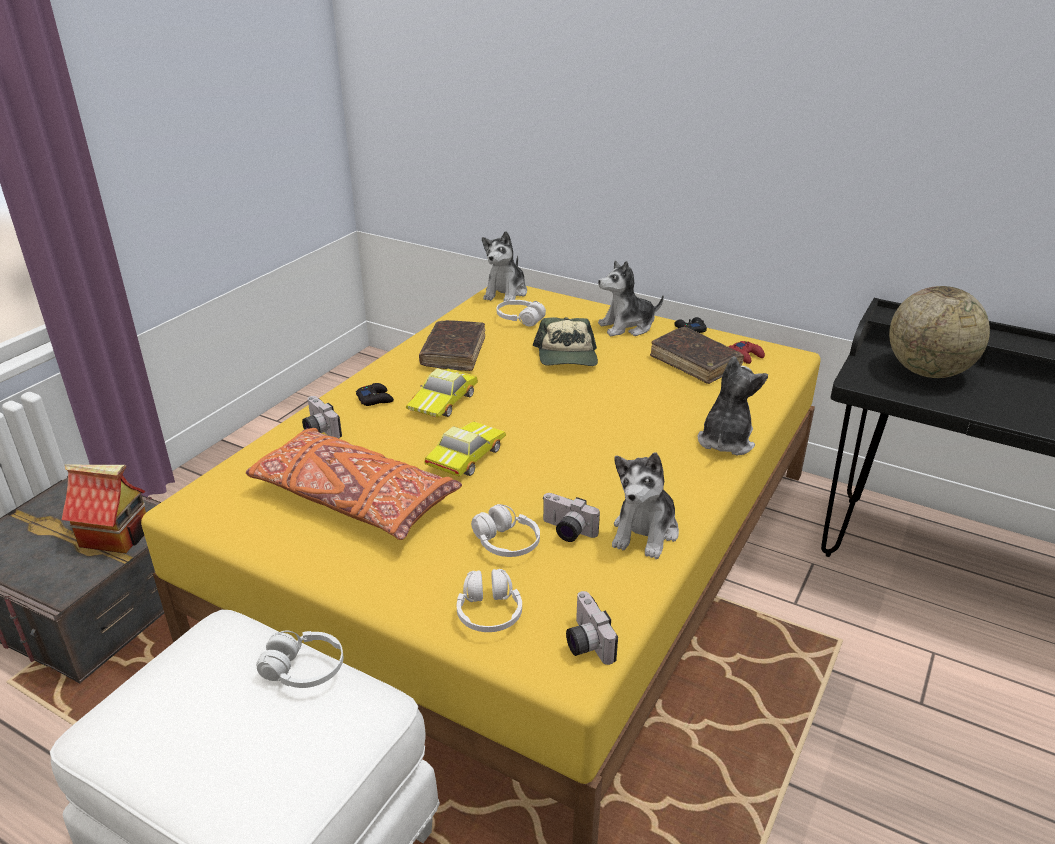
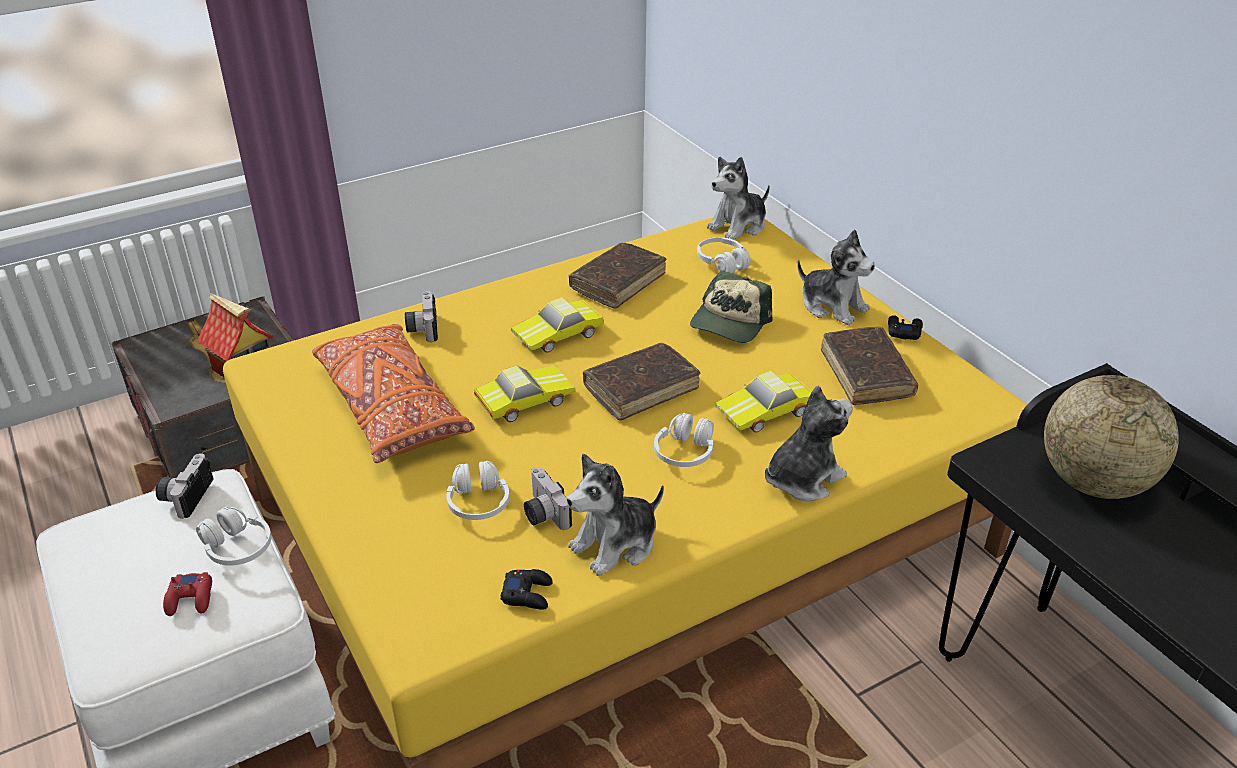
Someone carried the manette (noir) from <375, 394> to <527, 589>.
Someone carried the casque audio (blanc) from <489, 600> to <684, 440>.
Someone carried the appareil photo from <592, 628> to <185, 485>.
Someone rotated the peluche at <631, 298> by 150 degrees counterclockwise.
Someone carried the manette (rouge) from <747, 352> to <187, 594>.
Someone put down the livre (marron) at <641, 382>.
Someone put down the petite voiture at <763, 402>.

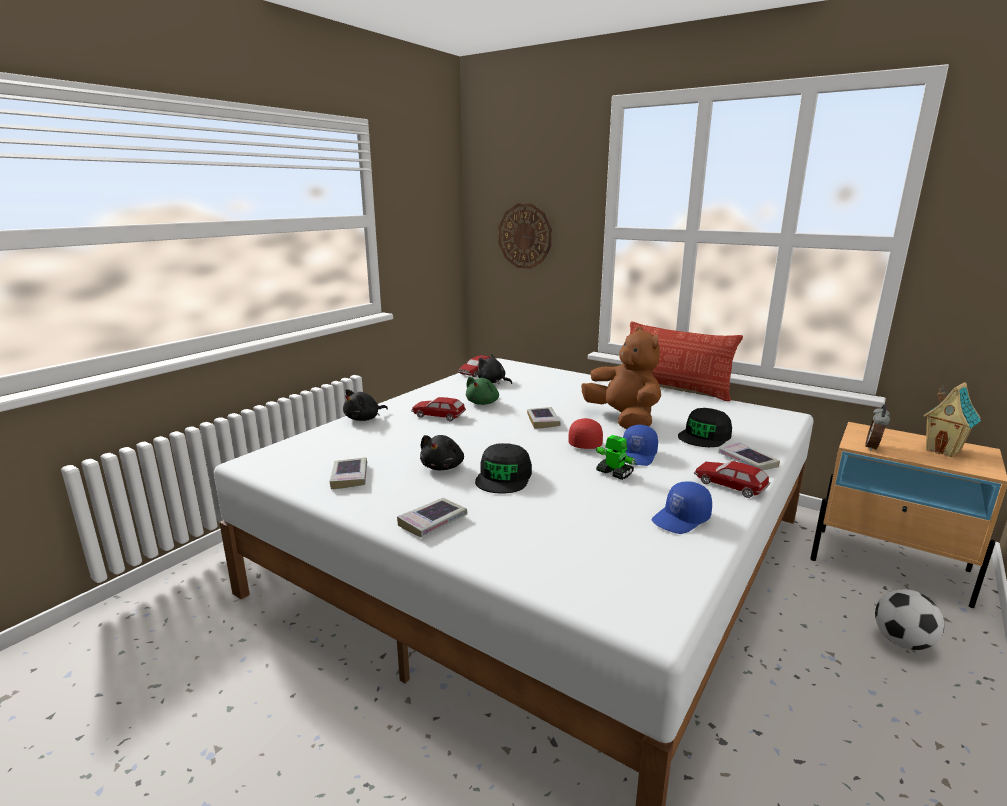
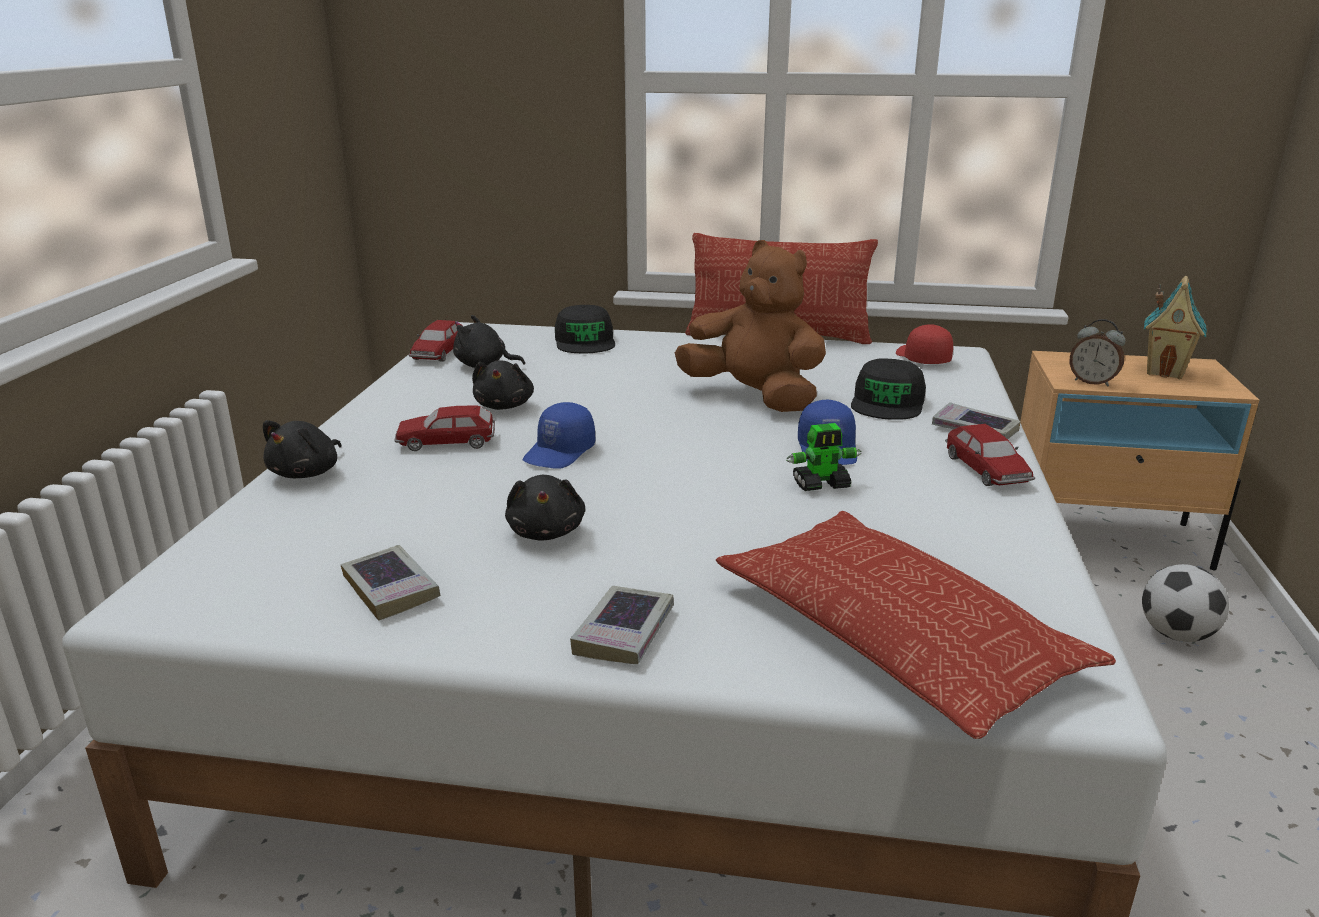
Someone repainted the peluche (vert) at <482, 391>, which became the peluche (noir) at <503, 385>.
Someone carried the casquette (noir) from <503, 468> to <585, 329>.
Someone took away the horloge murale at <525, 236>.
Someone took away the livre at <544, 418>.
Someone carried the casquette (rouge) from <585, 433> to <924, 344>.
Someone rotated the robot jouet at <616, 457> by 150 degrees clockwise.
Someone carried the casquette (bleu) from <682, 507> to <559, 435>.
Someone rotated the petite voiture at <732, 479> by 120 degrees counterclockwise.
Someone rotated the réveil at <877, 427> by 60 degrees counterclockwise.
Someone put down the coussin at <916, 625>.

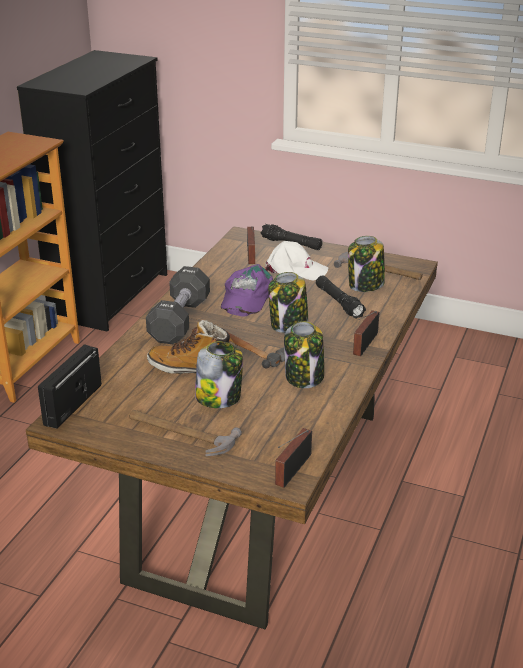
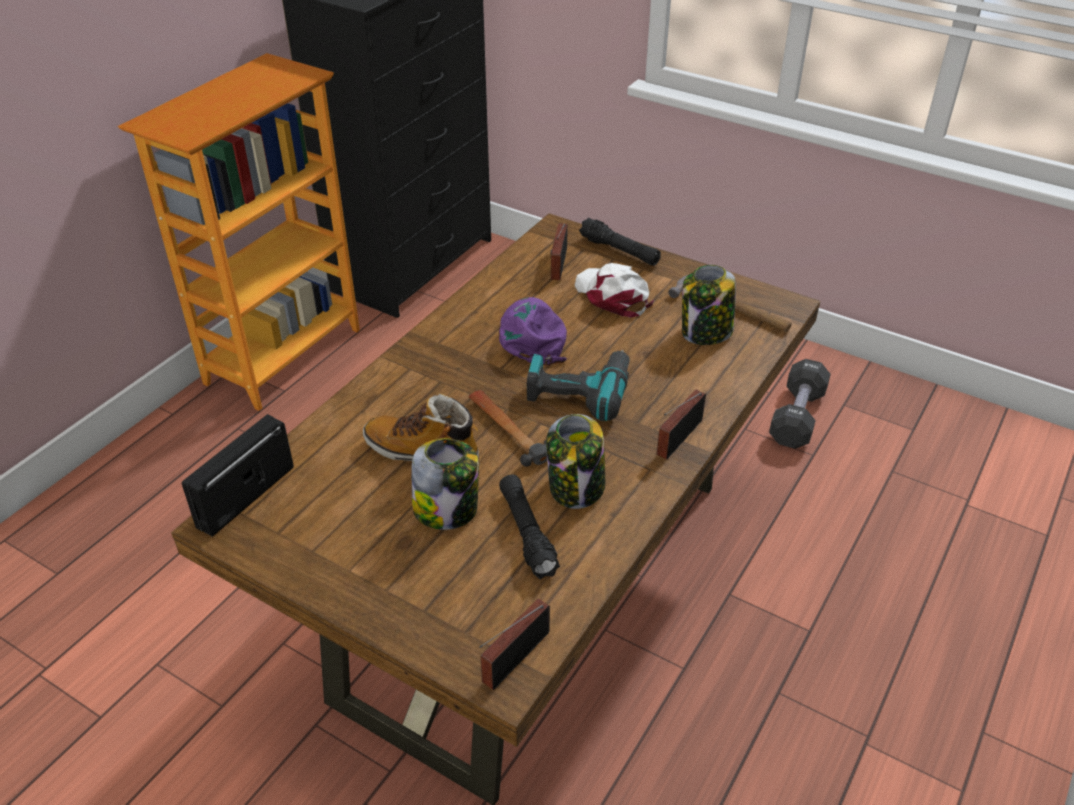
Someone took away the marteau at <185, 433>.
Someone carried the haltère (noir) from <178, 305> to <800, 404>.
Someone rotated the casquette (violet) at <247, 290> by 150 degrees clockwise.
Someone rotated the casquette (blanc) at <296, 261> by 150 degrees counterclockwise.
Someone swapped the bocal at <288, 302> for the perceuse at <578, 385>.
Someone carried the lampe de poche (noir) from <341, 297> to <529, 527>.

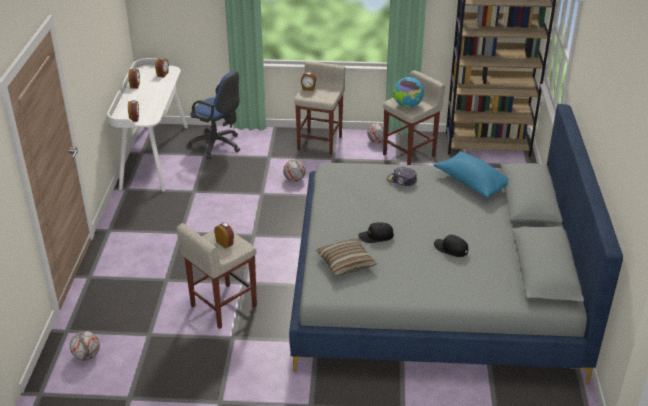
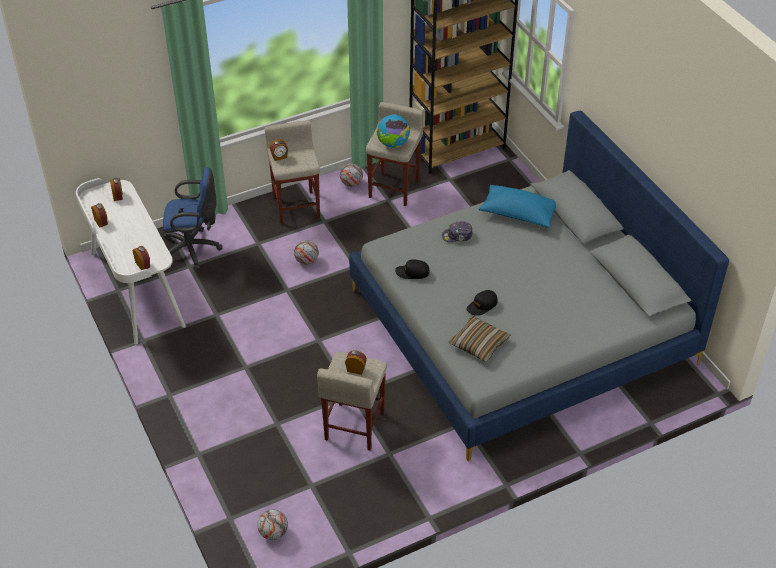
Someone carried the casquette (noir) from <451, 246> to <412, 269>.

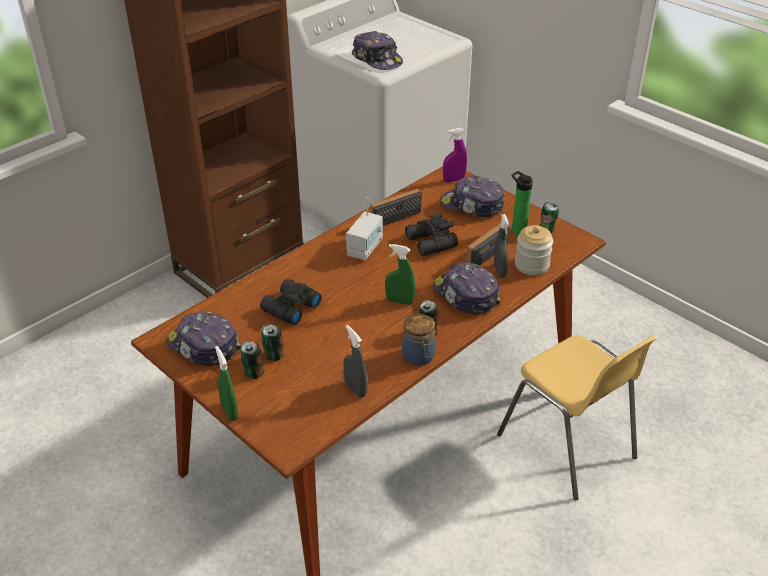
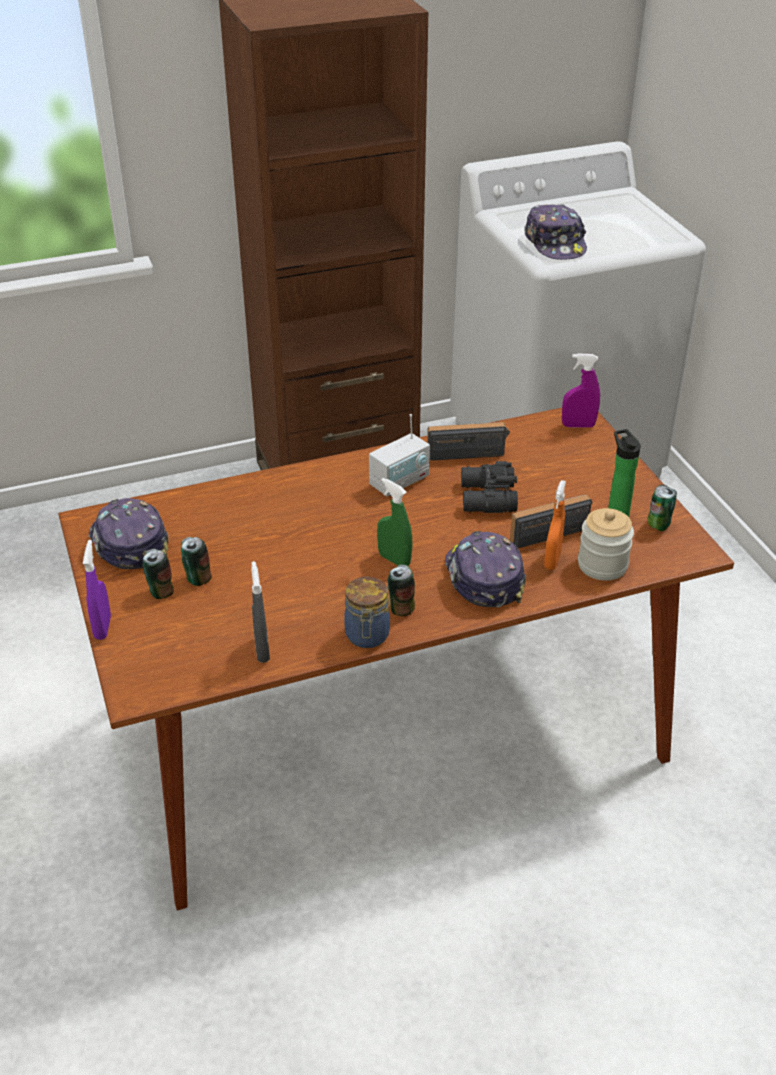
Someone repainted the vaporisateur (vert) at <226, 383>, which became the vaporisateur (violet) at <97, 590>.
Someone took away the jumelles (noir) at <291, 302>.
Someone took away the casquette at <472, 196>.
Someone repainted the vaporisateur (gris) at <501, 246>, which became the vaporisateur (orange) at <555, 525>.
Someone took away the chaise (jaune) at <576, 417>.

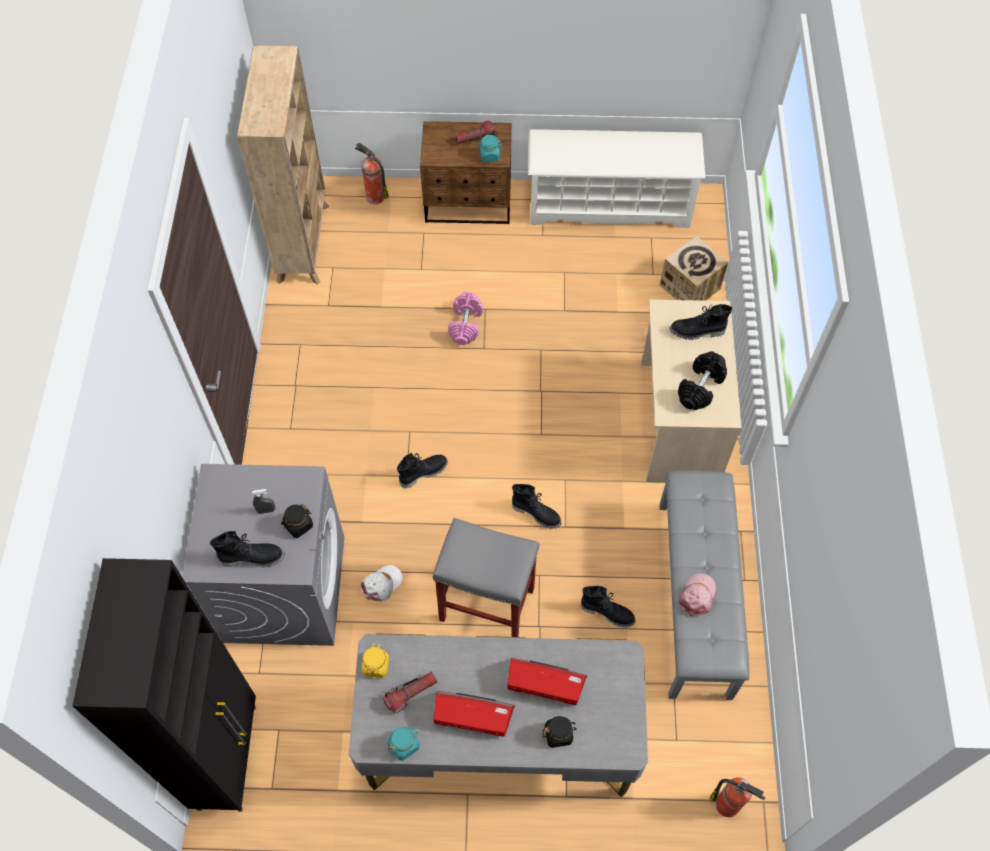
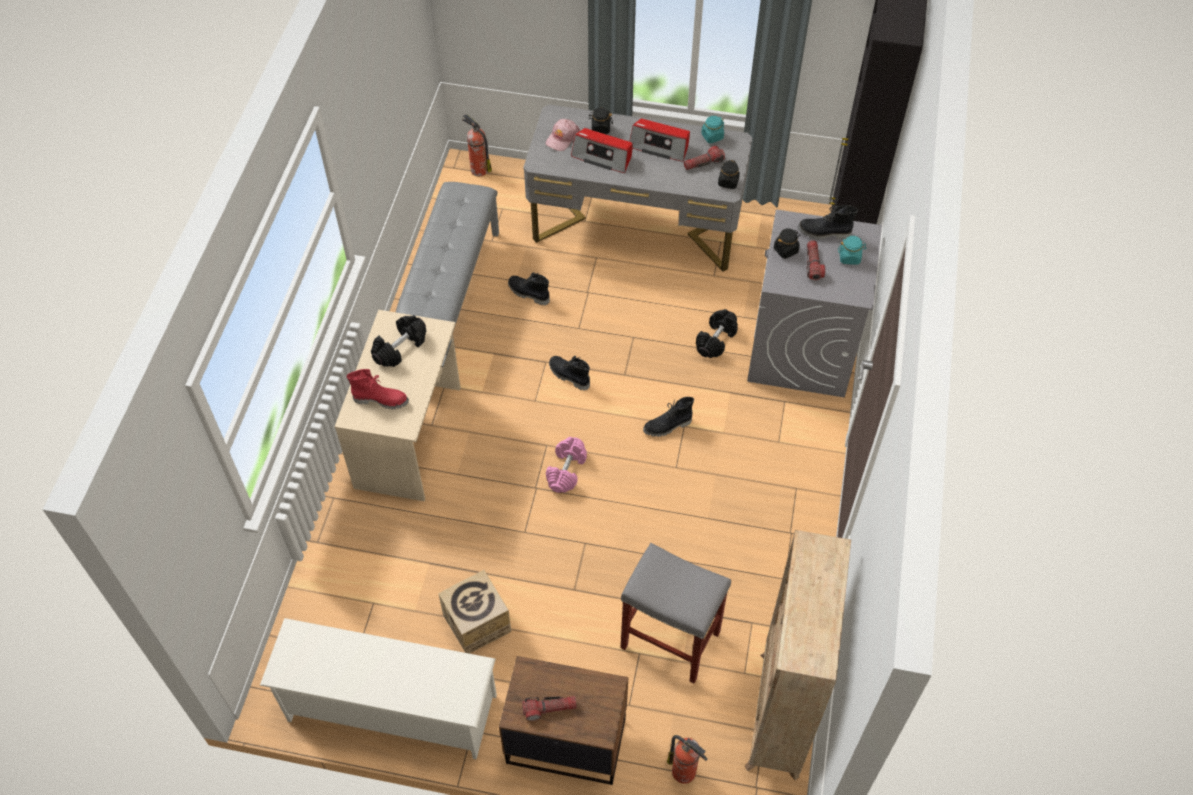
Someone swapped the vaporisateur (gris) at <263, 501> for the lampe de poche at <816, 260>.
Someone swapped the casquette (blanc) at <382, 583> for the haltère (noir) at <717, 333>.
Someone repainted the bocal (jaune) at <375, 661>, which became the bocal (noir) at <729, 174>.
Someone carried the tabouret (gris) from <486, 577> to <676, 613>.
Someone carried the haltère (rose) from <465, 318> to <566, 465>.
Someone carried the bocal (turquoise) from <489, 148> to <852, 250>.
Someone carried the carton from <694, 268> to <474, 612>.
Someone repainted the botte (noir) at <701, 322>, which became the botte (rouge) at <378, 389>.
Someone carried the casquette (rose) from <697, 594> to <563, 135>.

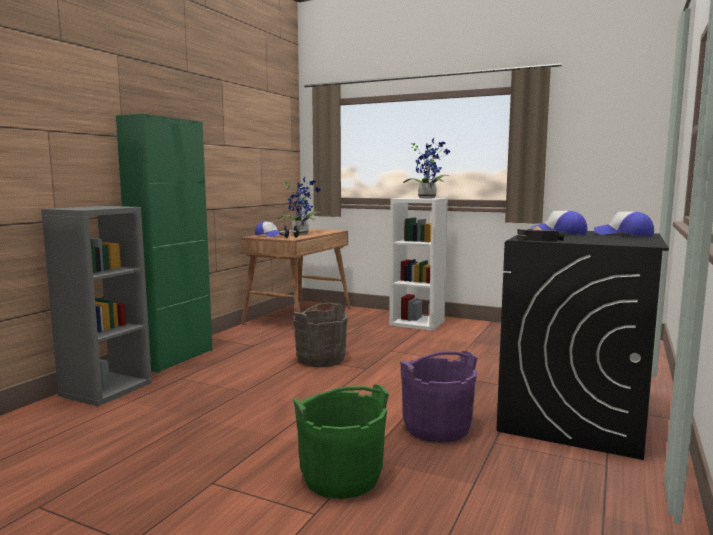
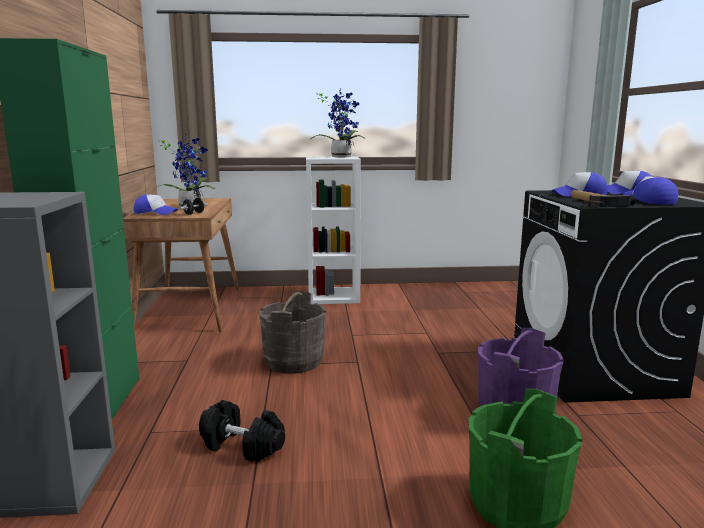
Someone put down the haltère (noir) at <242, 431>.
Someone put down the casquette at <650, 190>.

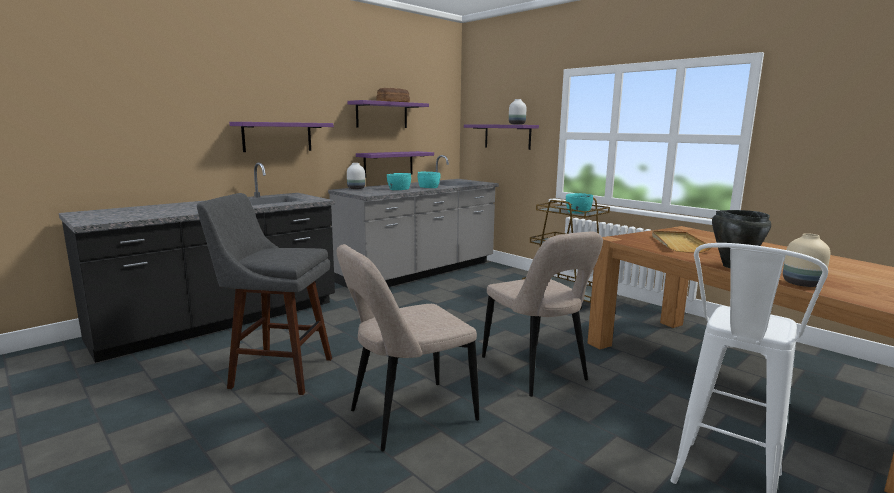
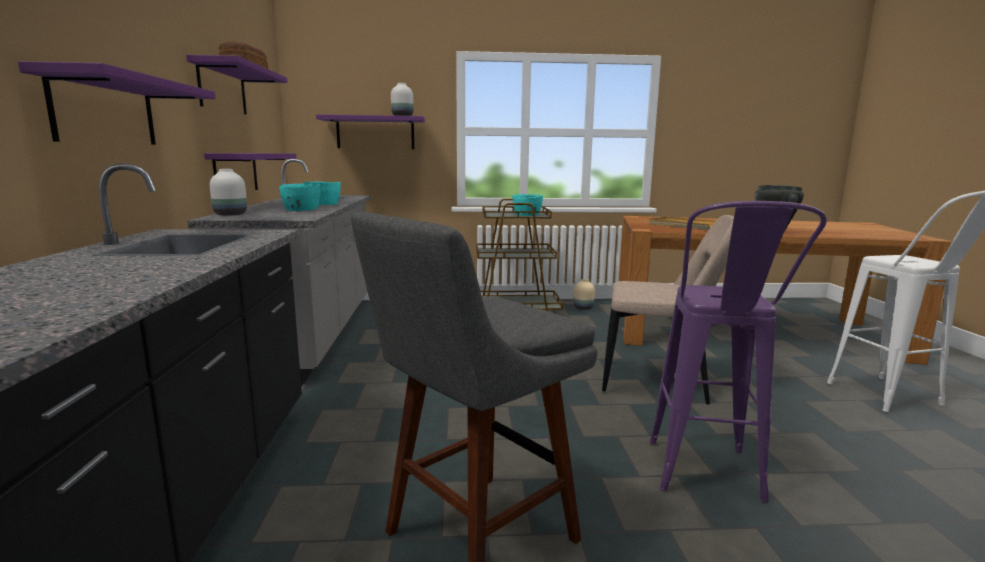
Someone swapped the chaise (beige) at <408, 347> for the tabouret (violet) at <738, 352>.
Someone carried the vase (beige) from <806, 260> to <584, 294>.

